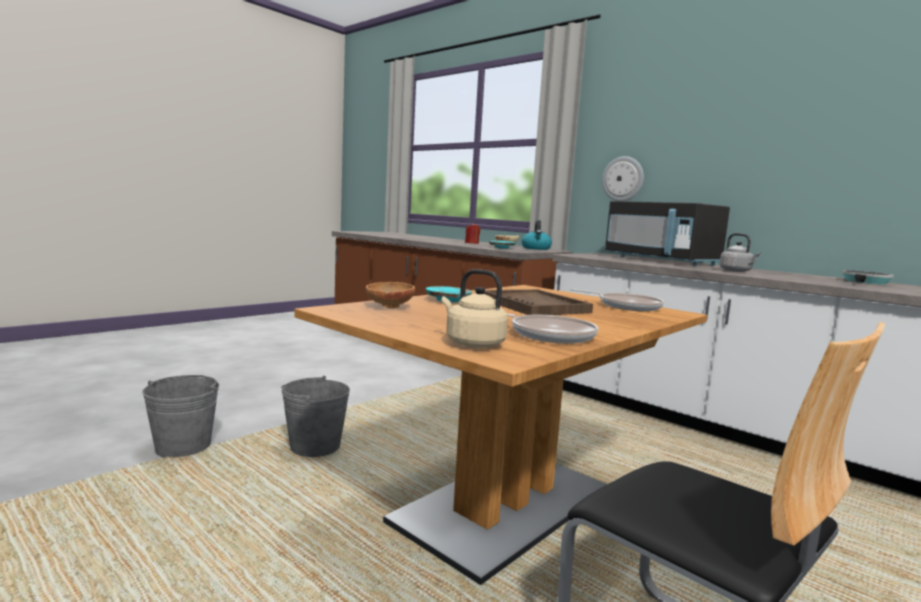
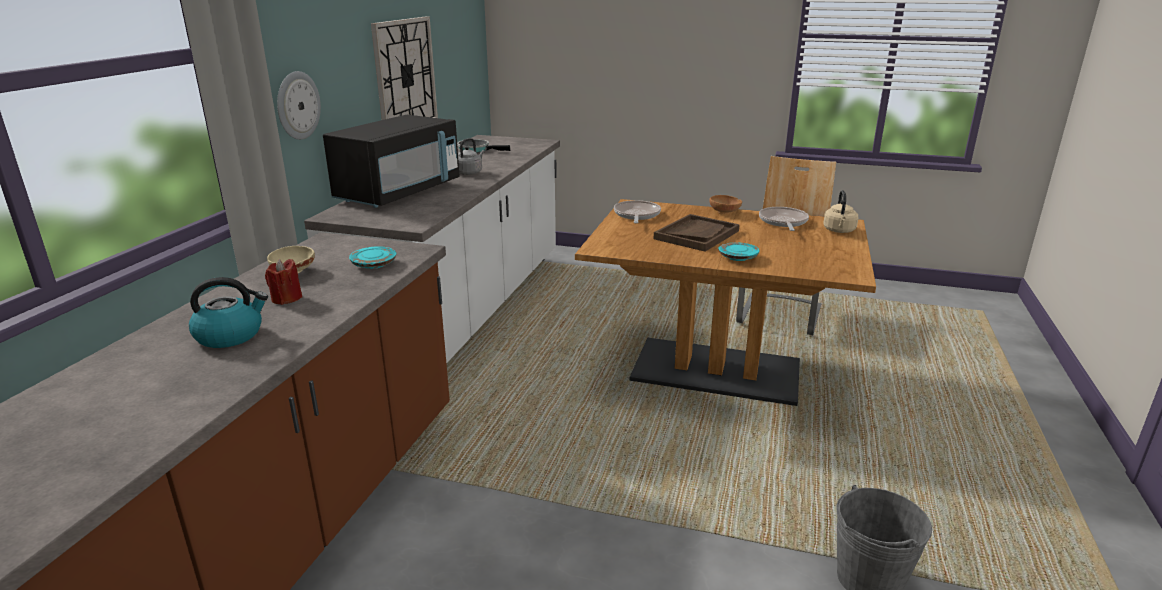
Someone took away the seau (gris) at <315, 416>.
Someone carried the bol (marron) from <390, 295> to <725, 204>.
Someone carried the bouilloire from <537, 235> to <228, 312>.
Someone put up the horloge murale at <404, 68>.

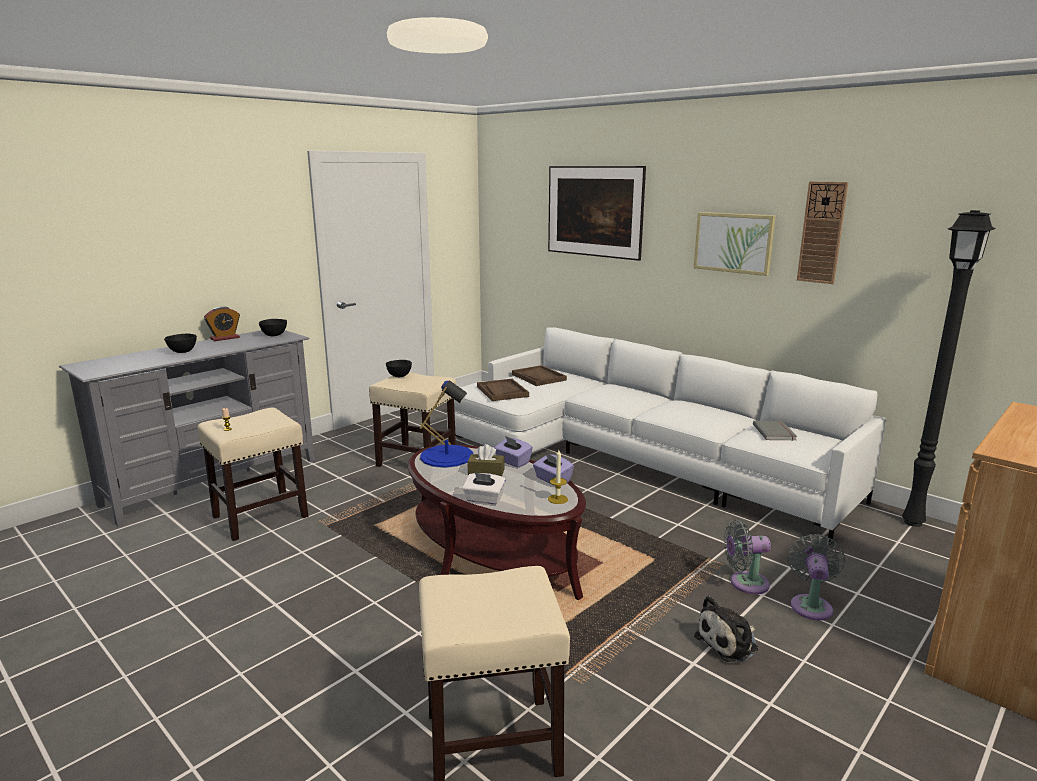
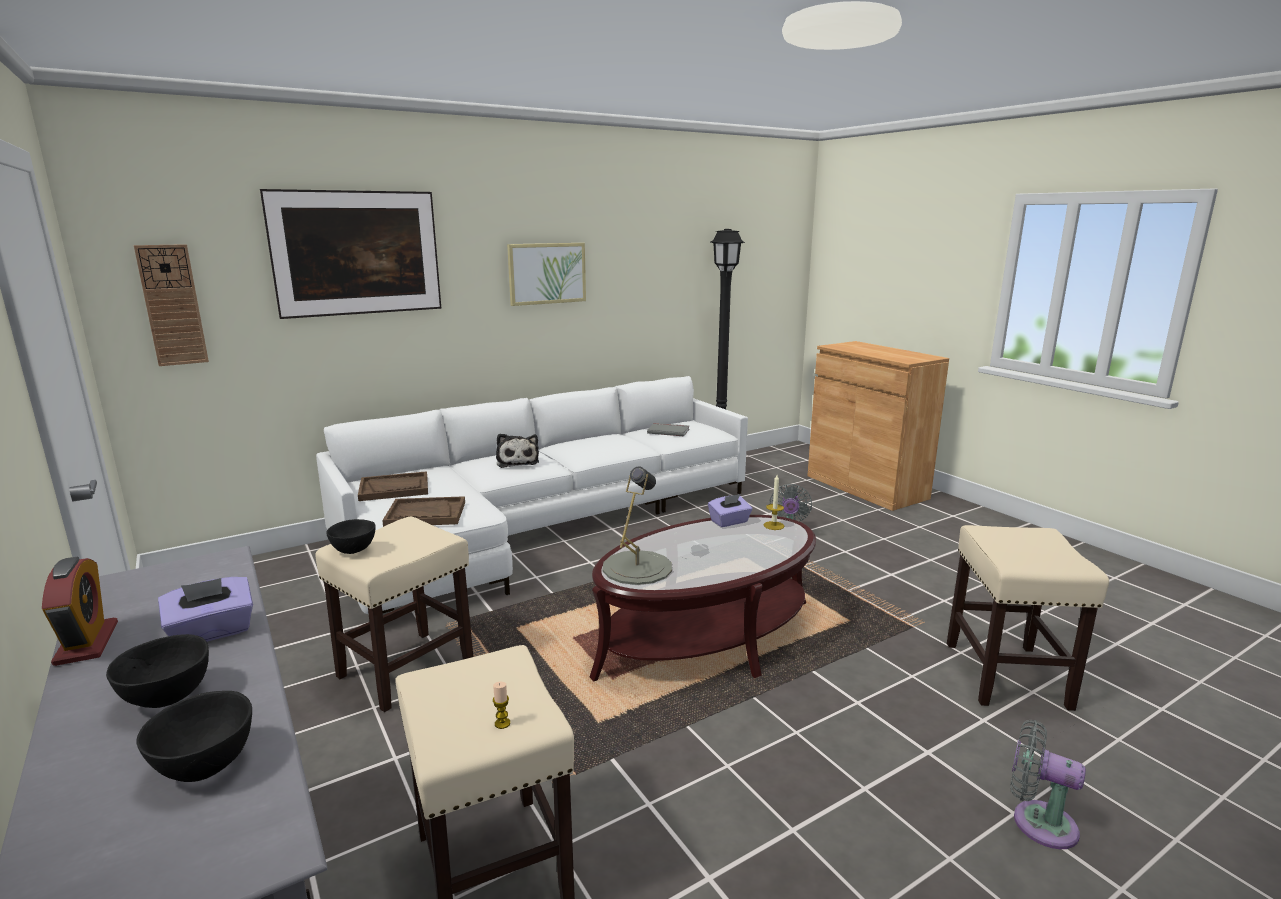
Someone carried the bol (noir) from <273, 327> to <194, 736>.
Someone repainted the lampe de table (bleu) at <446, 423>, which became the lampe de table (gris) at <637, 526>.
Someone took away the boîte à mouchoirs (blanc) at <484, 488>.
Someone took away the boîte à mouchoirs (marron) at <486, 460>.
Someone carried the boîte à mouchoirs (violet) from <513, 451> to <205, 609>.
Someone carried the peluche from <726, 629> to <517, 450>.
Someone carried the ventilateur (gris) from <816, 577> to <1048, 784>.
Someone carried the horloge murale from <822, 233> to <171, 305>.

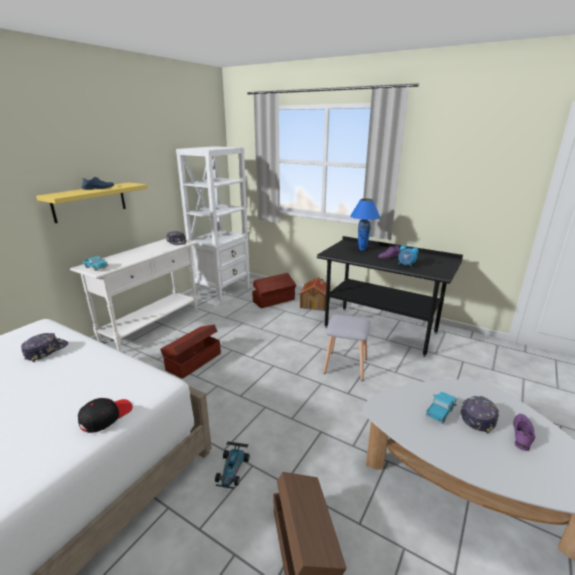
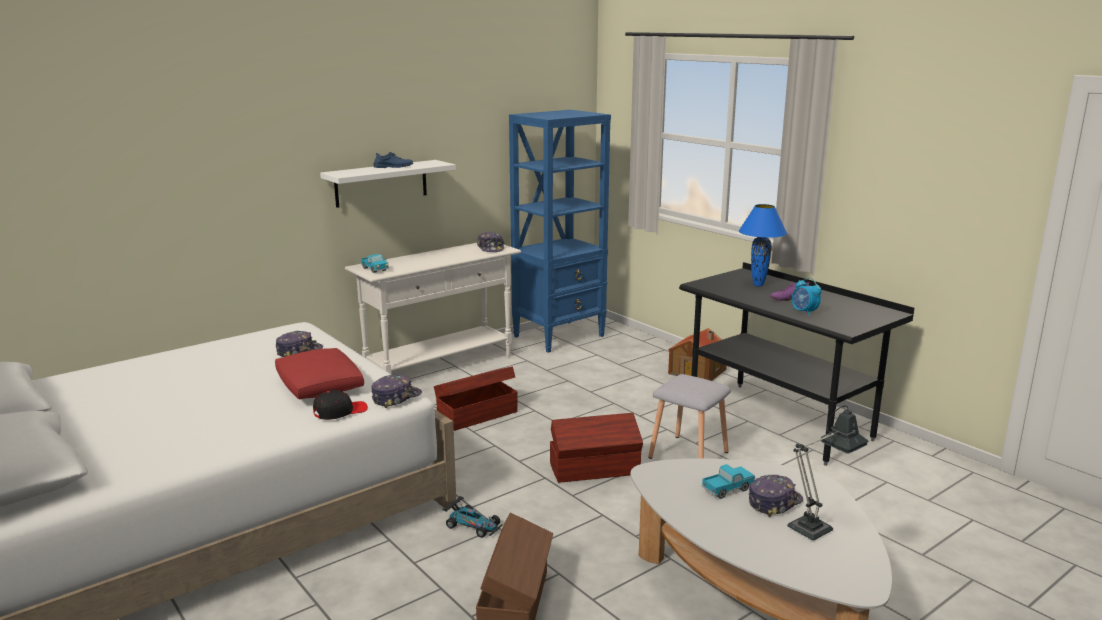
Someone repainted the étagère (jaune) at <92, 202>, which became the étagère (blanc) at <388, 184>.
Someone repainted the bibliothèque (blanc) at <213, 225>, which became the bibliothèque (bleu) at <560, 231>.
Someone rotated the petite voiture at <232, 465> by 90 degrees counterclockwise.
Someone carried the boîte de rangement (marron) from <274, 290> to <596, 448>.
Someone swapped the chaussure (violet) at <524, 432> for the lampe de table at <827, 473>.
Someone put down the coussin (rouge) at <319, 373>.
Someone put down the casquette at <397, 391>.

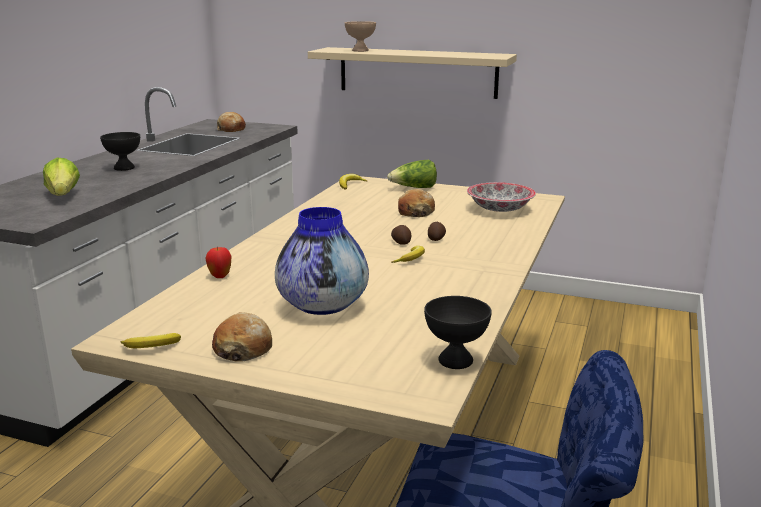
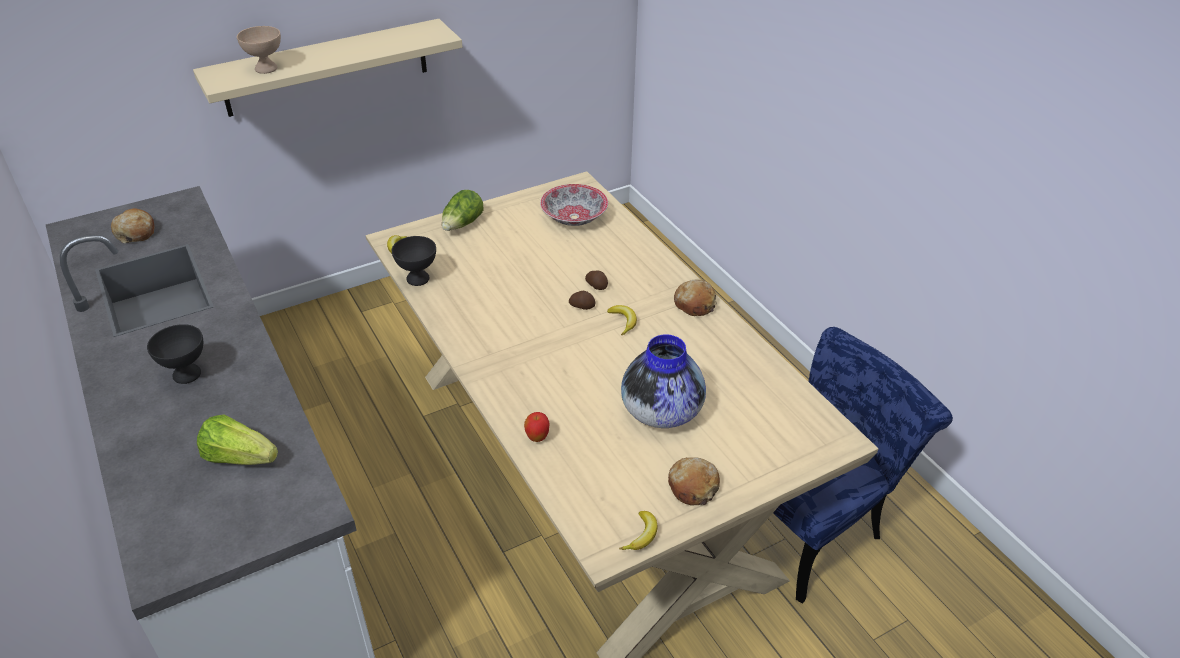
Someone carried the pain from <416, 203> to <695, 298>.
Someone carried the bol (noir) from <458, 332> to <414, 261>.

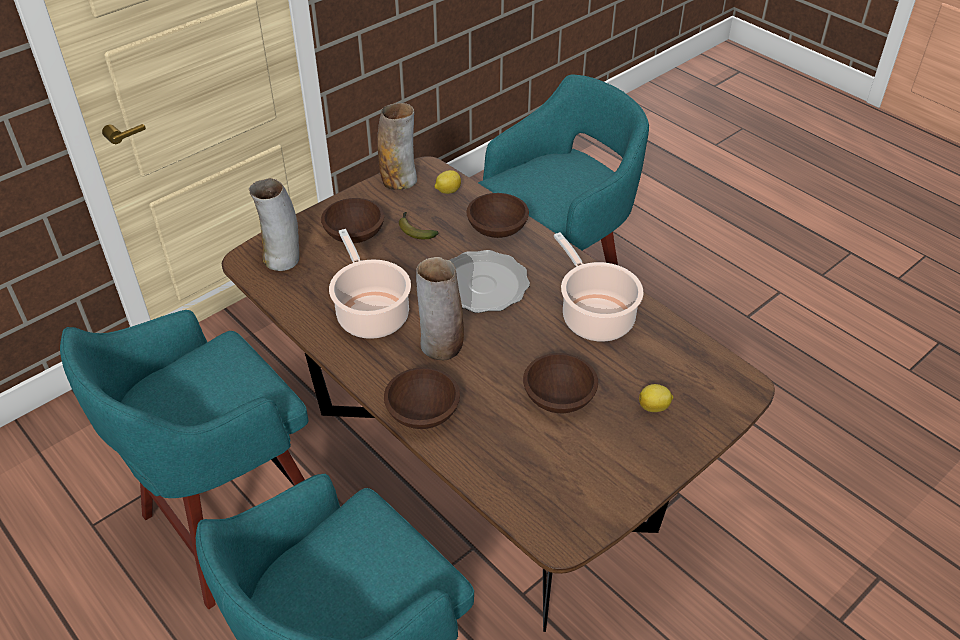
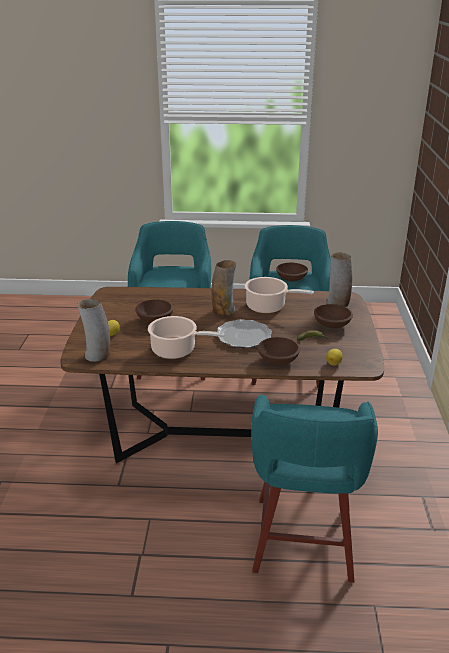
Someone carried the vase from <397, 146> to <93, 330>.
Someone carried the bol (marron) from <422, 398> to <292, 272>.

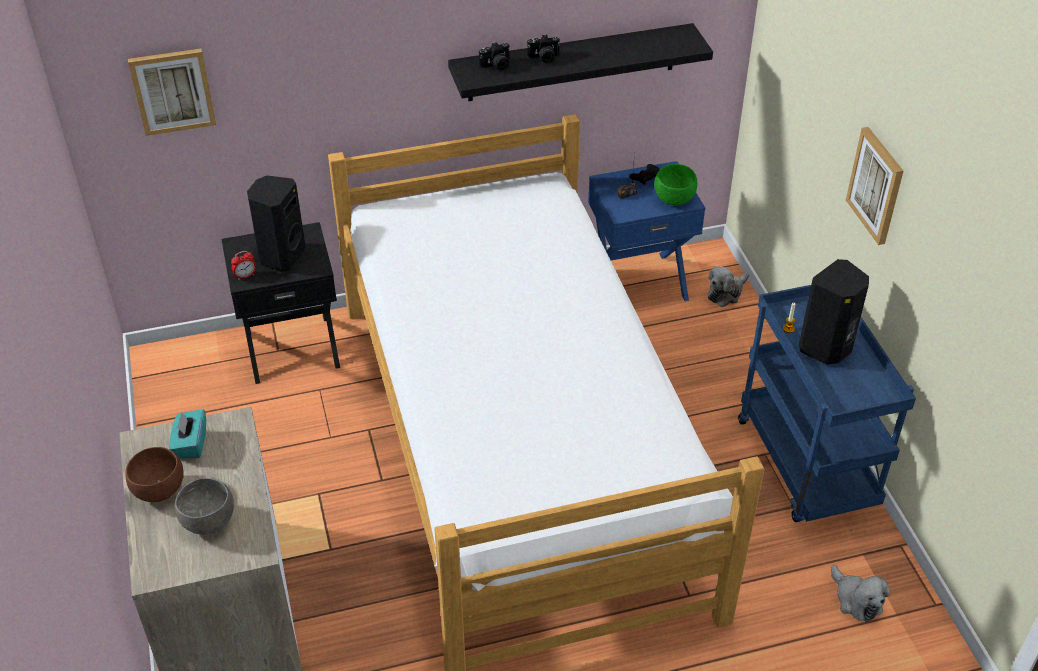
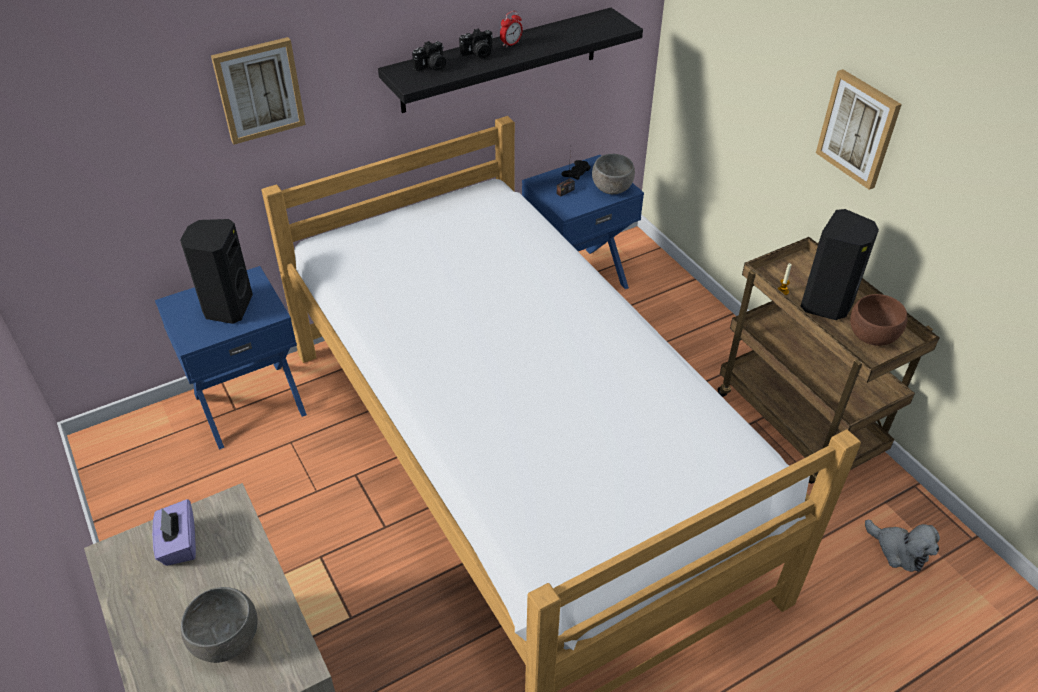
Someone carried the bol (marron) from <154, 474> to <879, 320>.
Someone carried the tableau from <172, 92> to <258, 91>.
Someone repainted the boîte à mouchoirs (turquoise) at <187, 433>, which became the boîte à mouchoirs (violet) at <174, 532>.
Someone repainted the table de chevet (noir) at <280, 303>, which became the table de chevet (bleu) at <231, 358>.
Someone carried the réveil from <243, 265> to <511, 29>.
Someone repainted the bol (vert) at <676, 184>, which became the bol (gris) at <613, 174>.
Someone took away the peluche at <728, 286>.
Someone repainted the chariot (bleu) at <827, 403>, which became the chariot (marron) at <828, 360>.

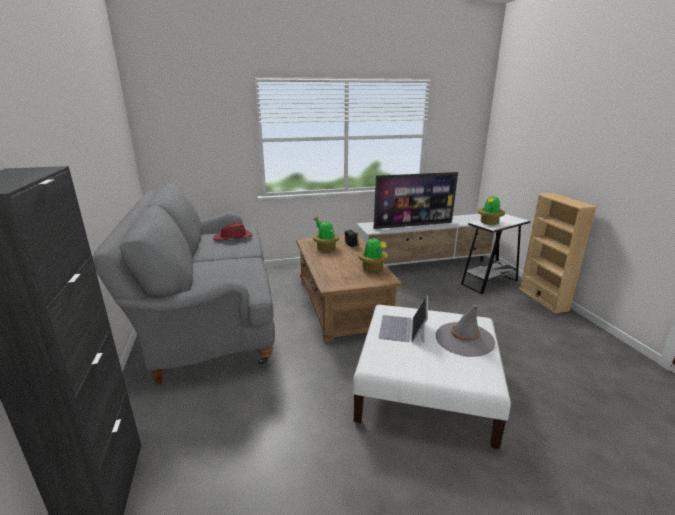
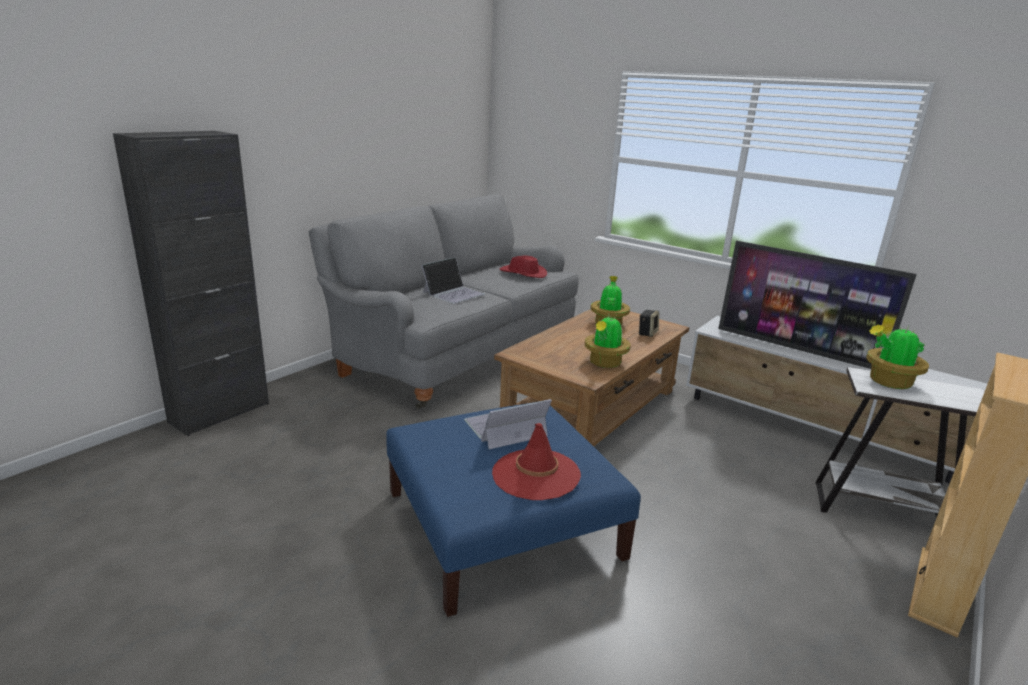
Someone repainted the pouf (blanc) at <432, 377>, which became the pouf (bleu) at <513, 509>.
Someone repainted the chapeau (gris) at <465, 331>, which became the chapeau (rouge) at <536, 461>.
Someone put down the ordinateur portable at <453, 280>.

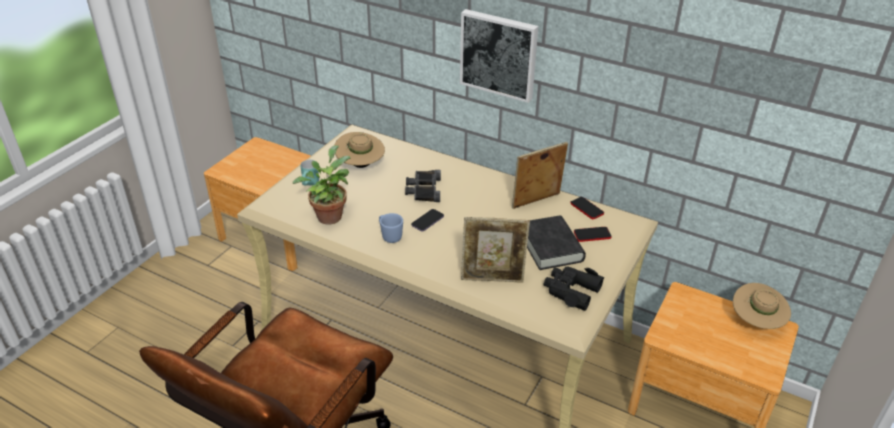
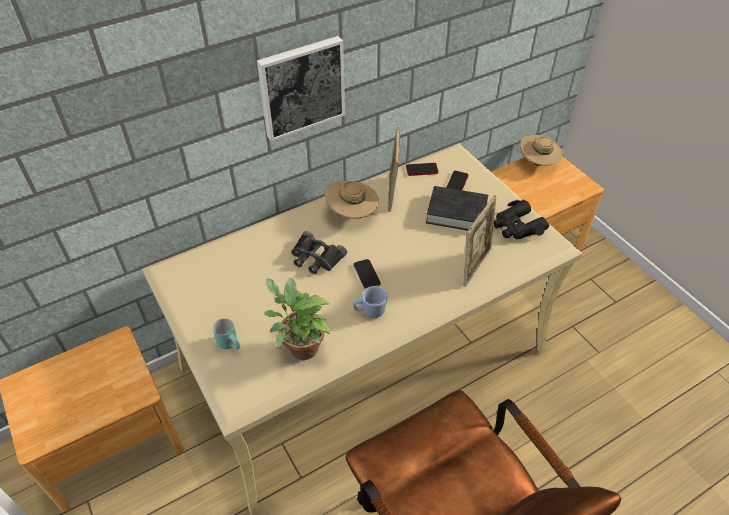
Someone carried the chapeau (beige) from <360, 150> to <351, 200>.

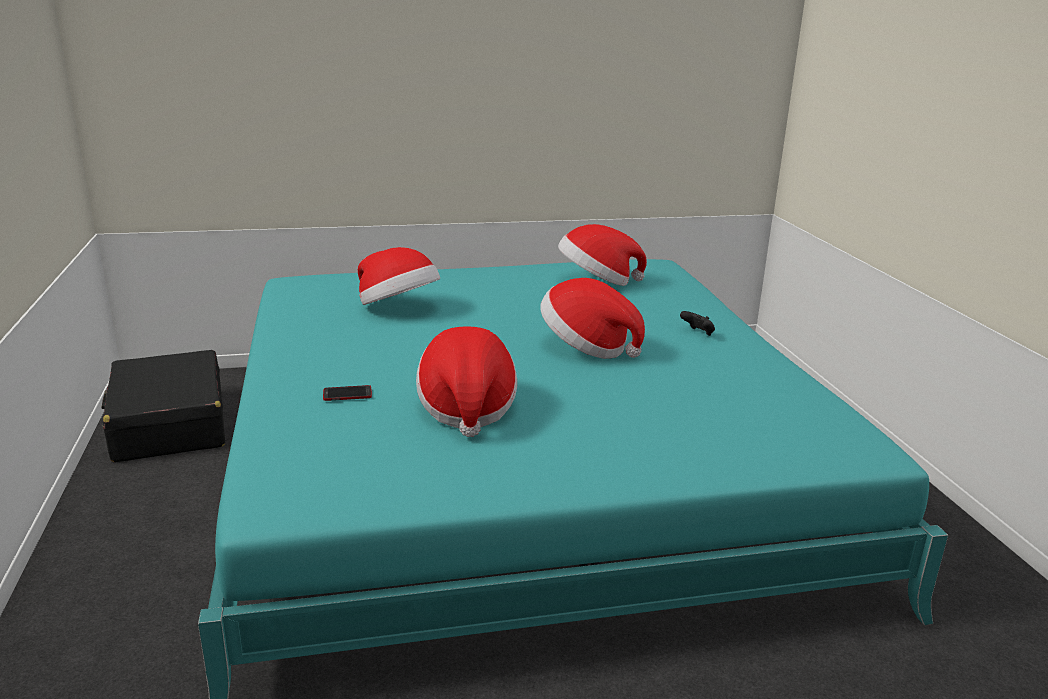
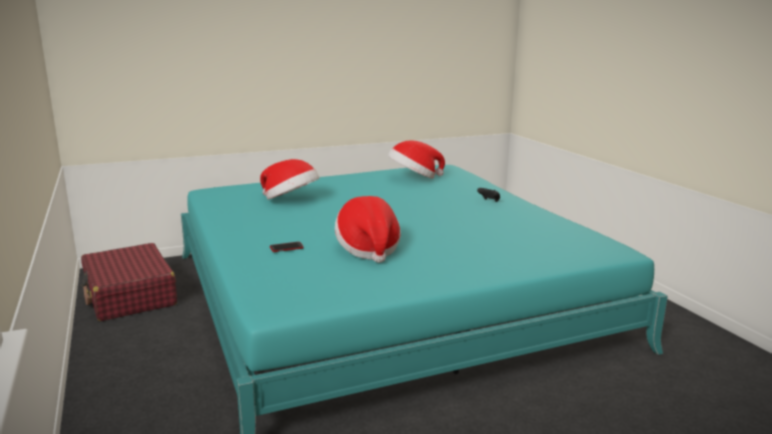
Someone repainted the valise (noir) at <163, 406>, which became the valise (rouge) at <129, 282>.
Someone took away the chapeau at <592, 318>.

